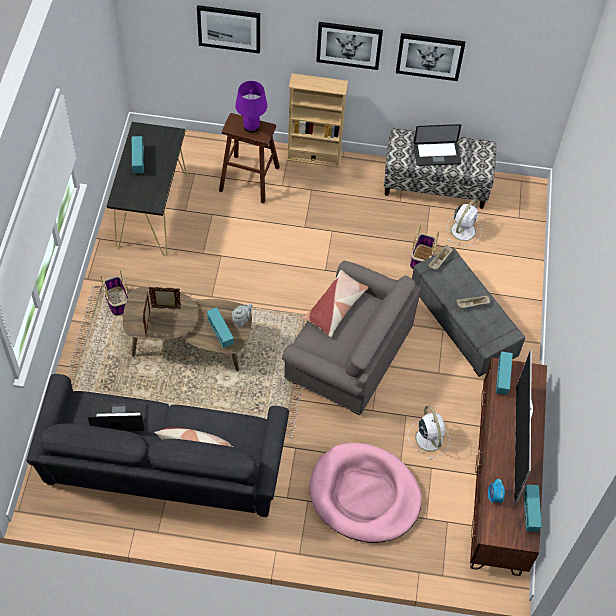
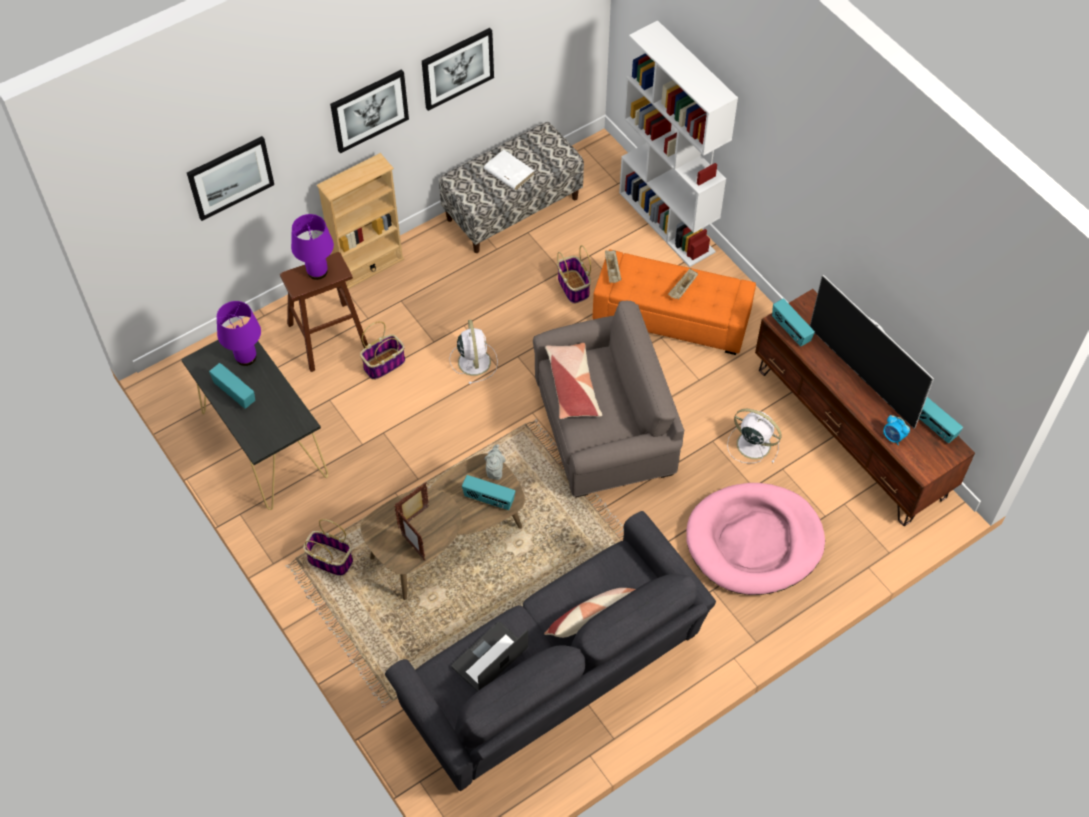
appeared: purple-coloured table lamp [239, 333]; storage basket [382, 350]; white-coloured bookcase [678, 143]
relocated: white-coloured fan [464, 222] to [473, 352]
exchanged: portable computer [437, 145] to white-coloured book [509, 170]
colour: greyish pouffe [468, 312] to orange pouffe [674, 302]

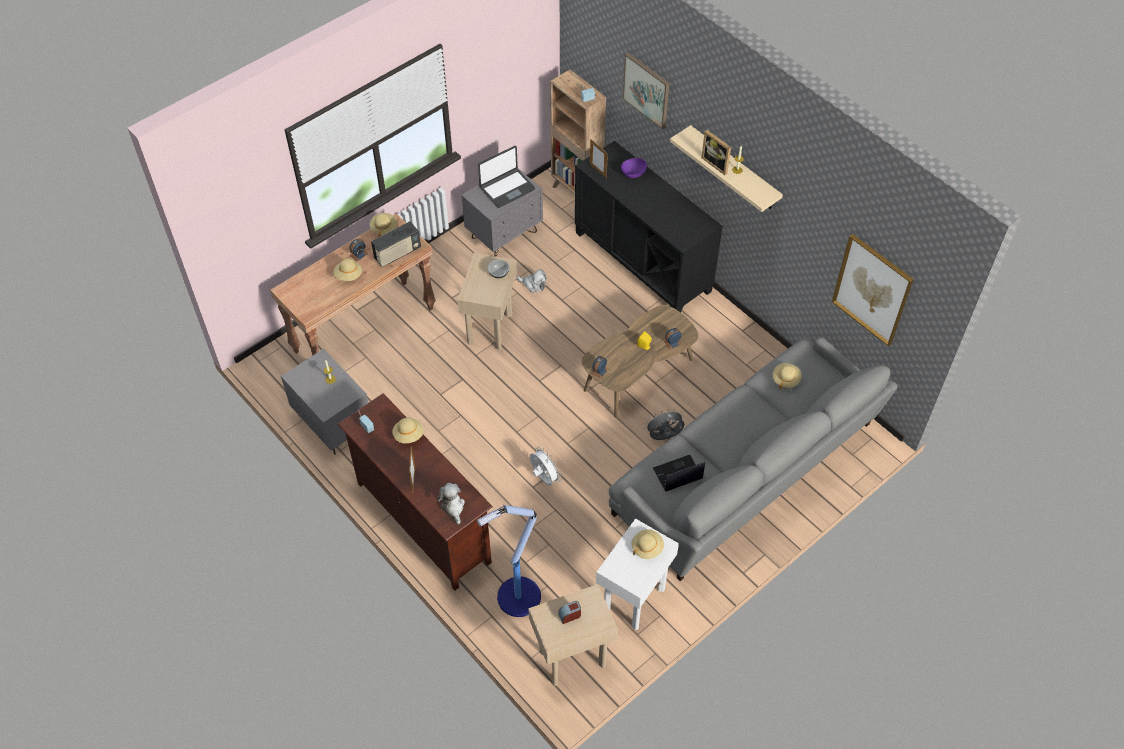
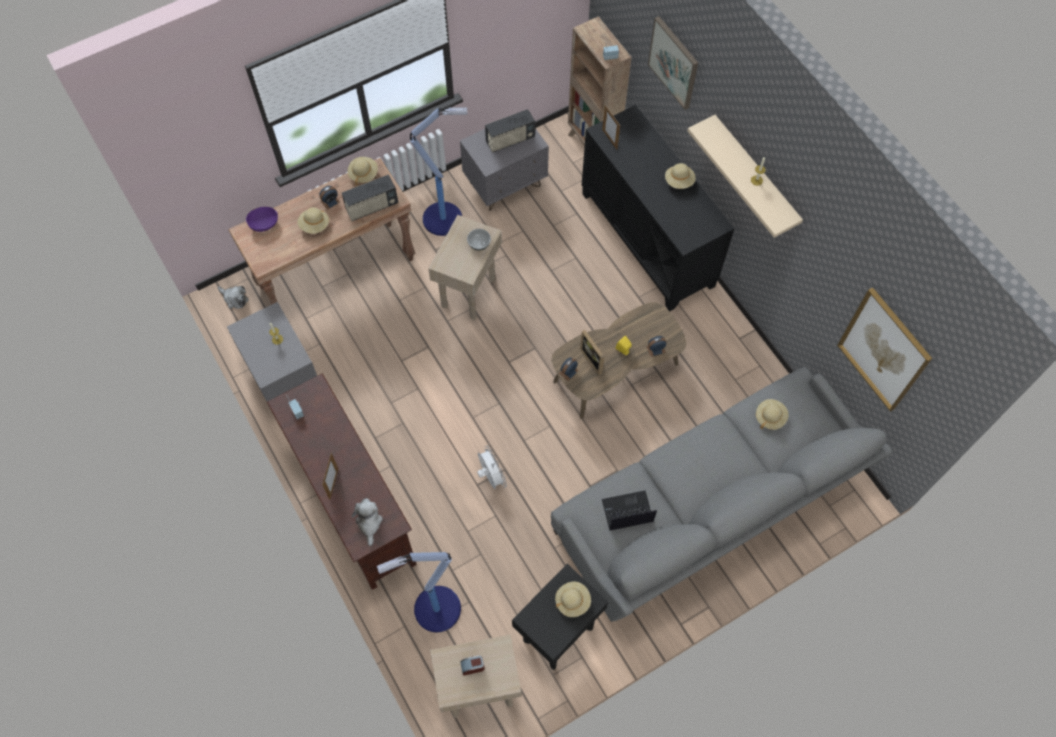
missing: greyish fan [664, 424]
appeared: standing lamp [438, 171]
relocated: beige-coloured hat [408, 430] to [680, 176]; plush toy [531, 281] to [233, 297]; purple-coloured bowl [634, 168] to [262, 219]; photo frame [716, 152] to [592, 352]
exchanged: portable computer [506, 177] to radio receiver [510, 131]
colour: white-coloured accent table [637, 574] to blackish accent table [560, 617]

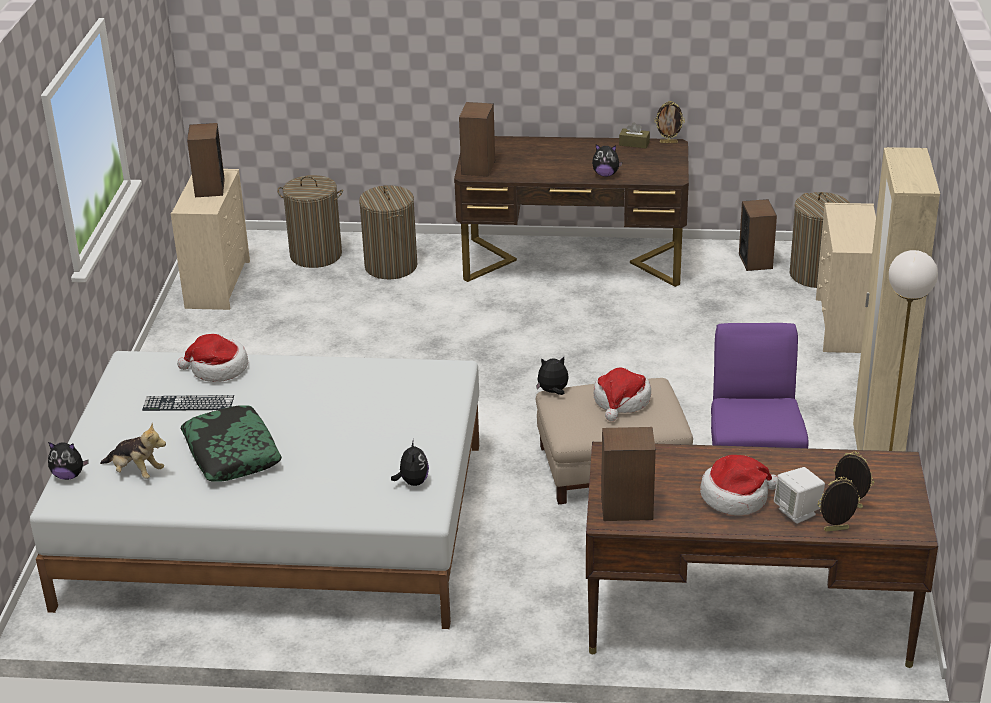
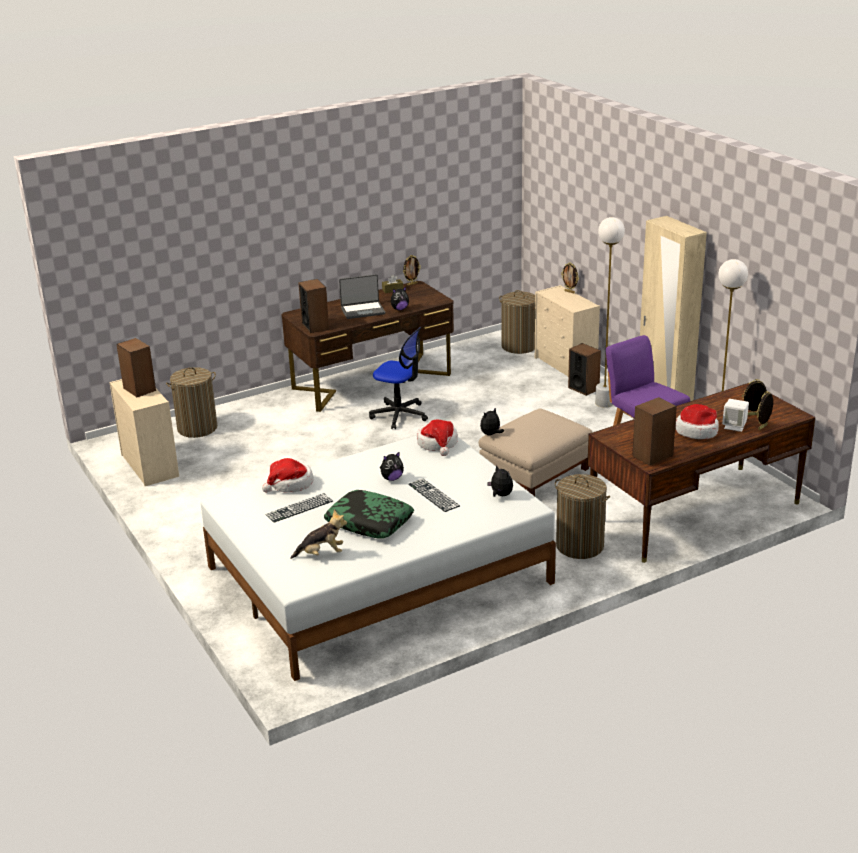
appeared: portable computer [362, 296]; computer chair [398, 378]; keyboard [434, 495]; photo frame [570, 277]; white-coloured standing lamp [610, 312]
relocated: plush toy [68, 461] to [392, 466]; laundry basket [388, 232] to [582, 516]; hat [622, 394] to [437, 437]; speaker [758, 235] to [584, 369]

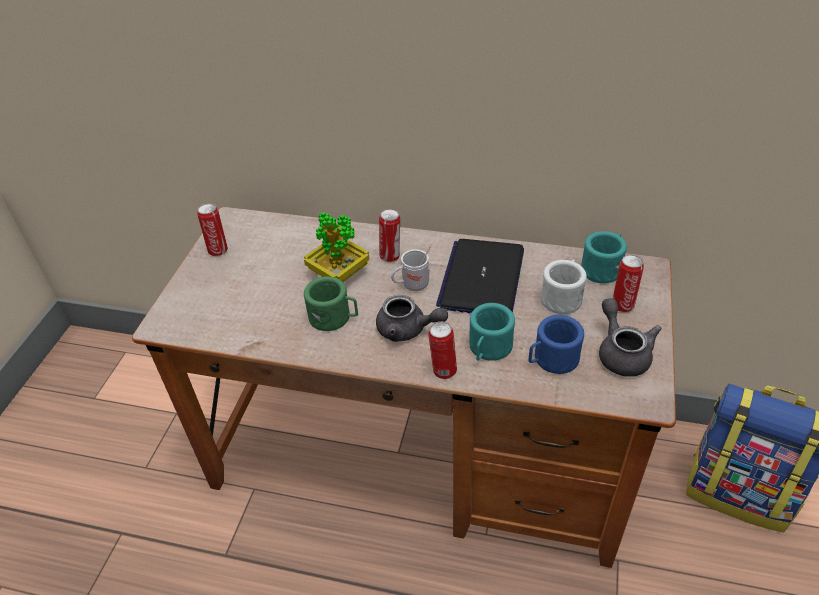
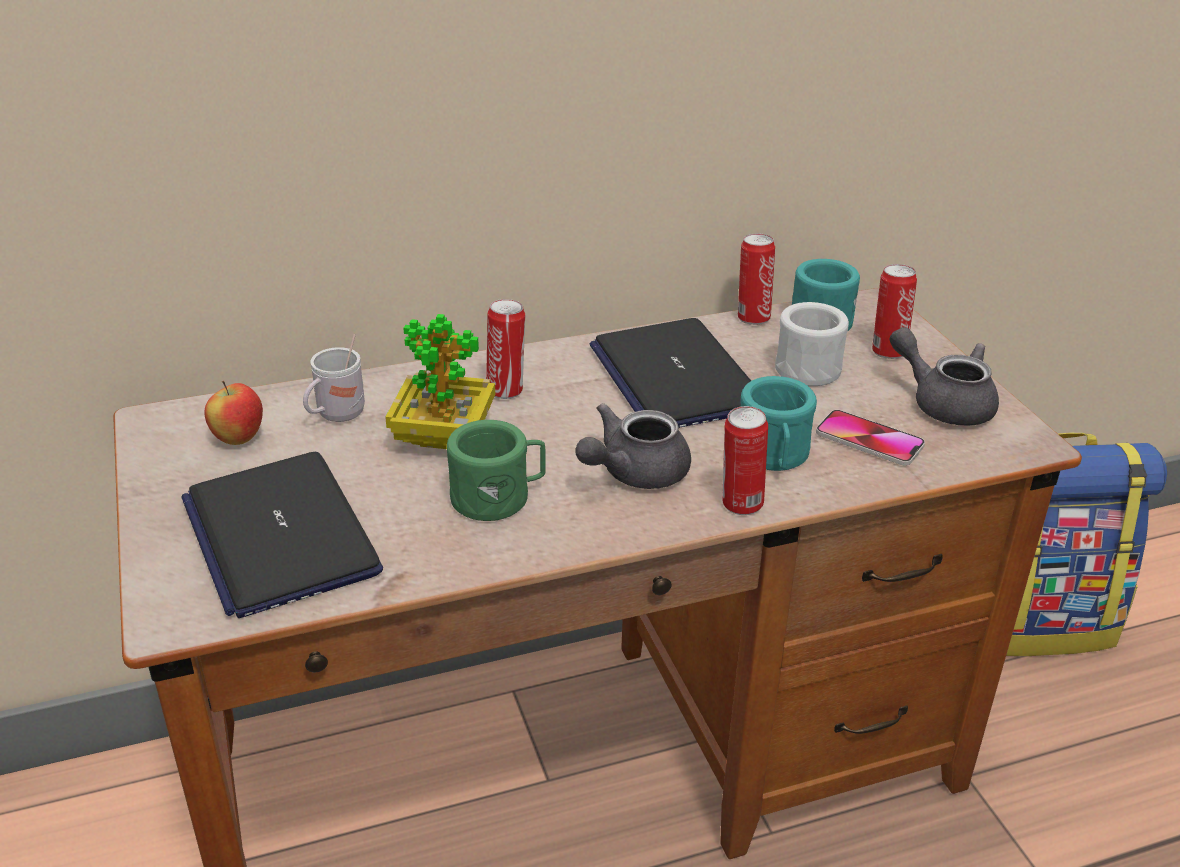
appeared: portable computer [282, 535]; whole apple [233, 413]
relocated: metal can [212, 229] to [756, 279]; white-coloured mug [410, 268] to [334, 378]
exchanged: blue-coloured mug [556, 344] to telephone [870, 438]
spun: greyish pot for tea [412, 318] = [633, 446] 150 degrees clockwise

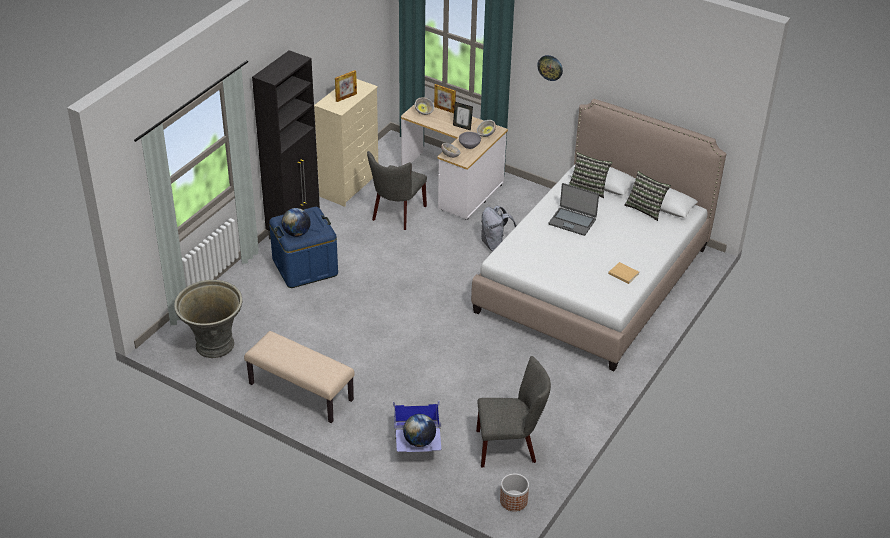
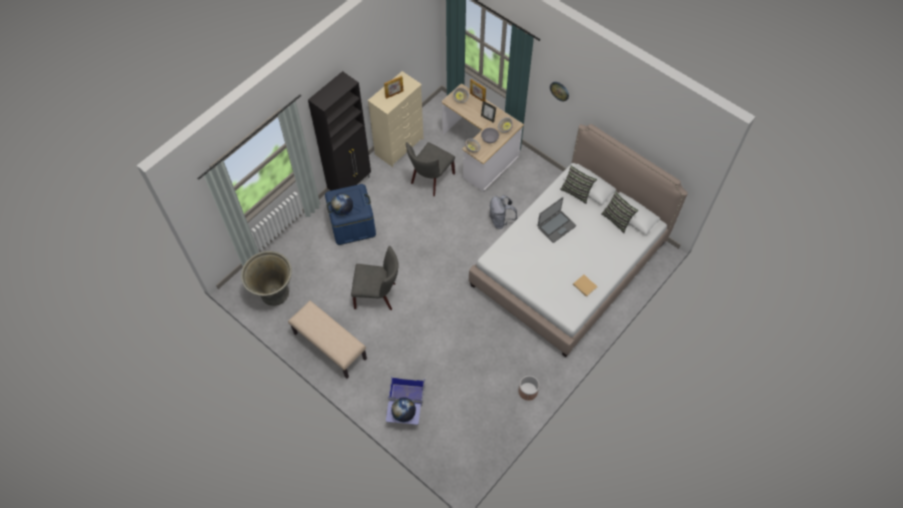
relocated: greyish chair [513, 411] to [375, 278]; plant pot [514, 492] to [529, 388]
spun: portable computer [574, 209] = [557, 220] 75 degrees counterclockwise

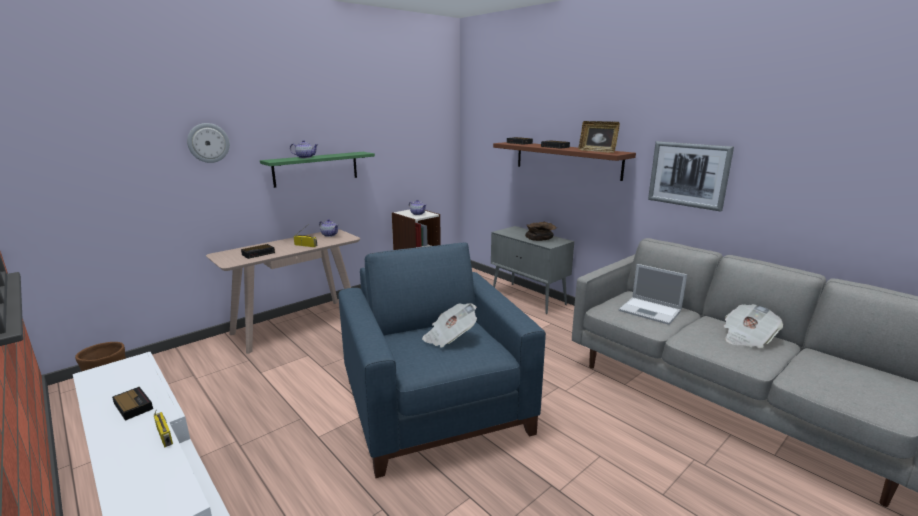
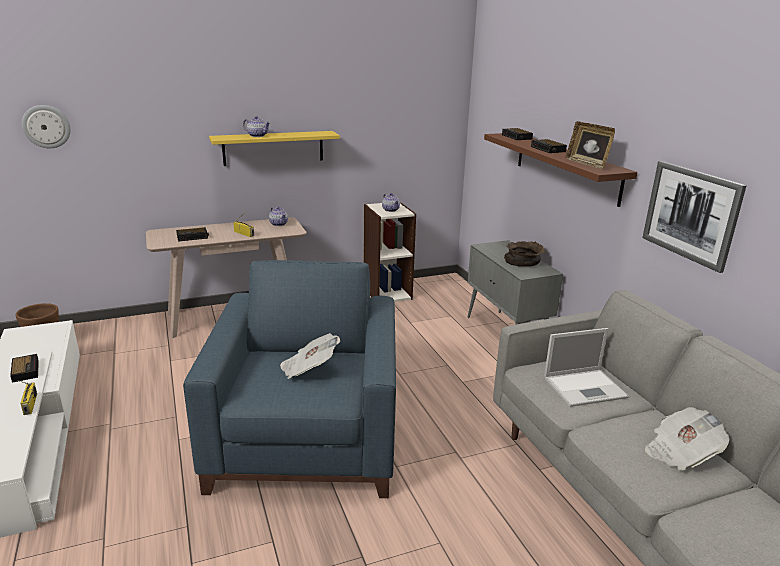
relocated: hanging clock [208, 143] to [46, 126]
colour: green-coloured wall shelf [317, 170] to yellow wall shelf [274, 148]
spun: portable computer [653, 294] = [586, 367] 75 degrees counterclockwise

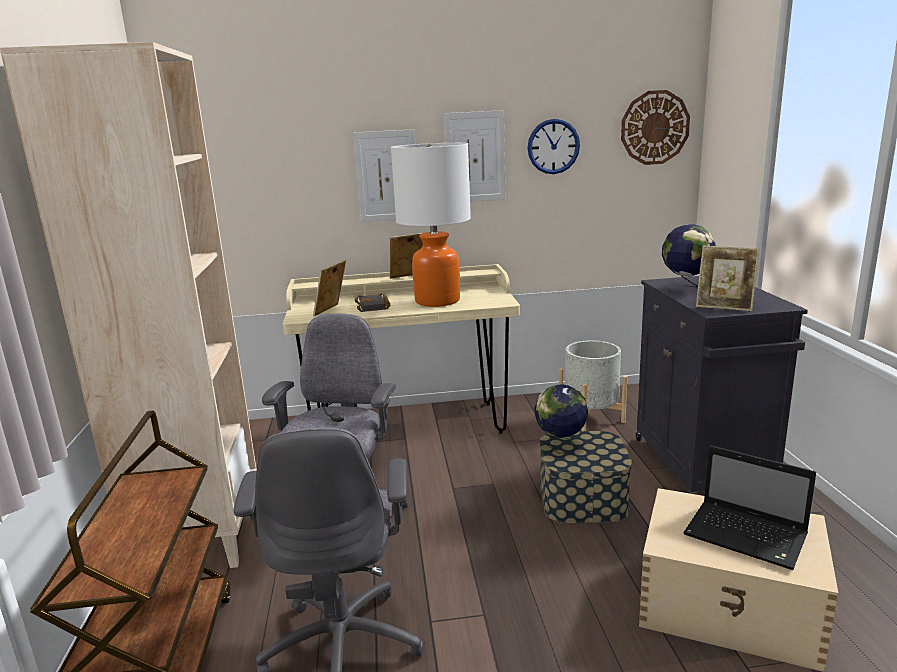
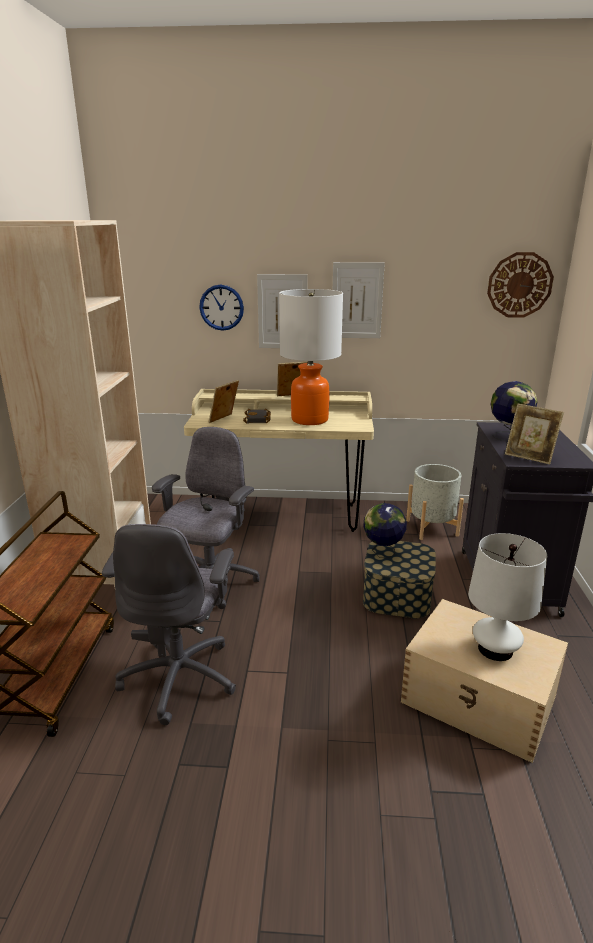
relocated: hanging clock [553, 146] to [221, 308]
exchanged: portable computer [749, 508] to white-coloured table lamp [507, 597]

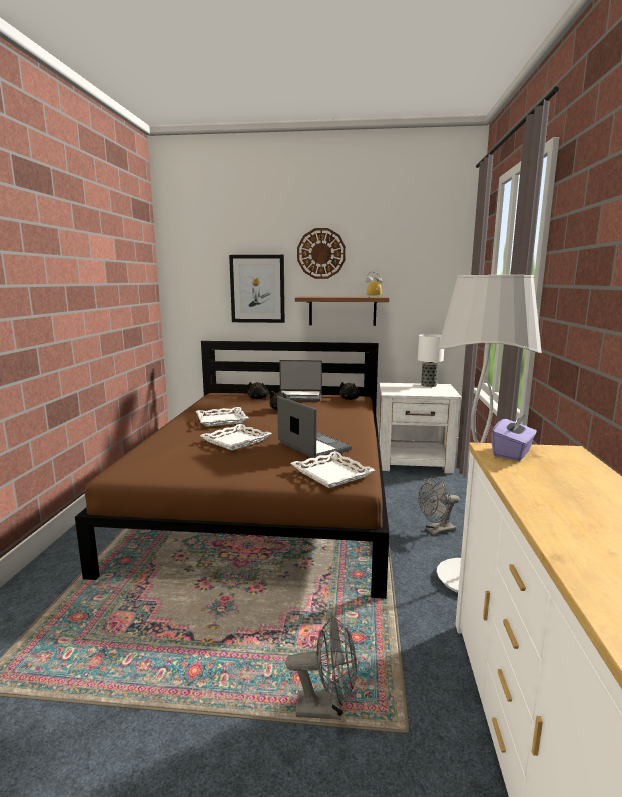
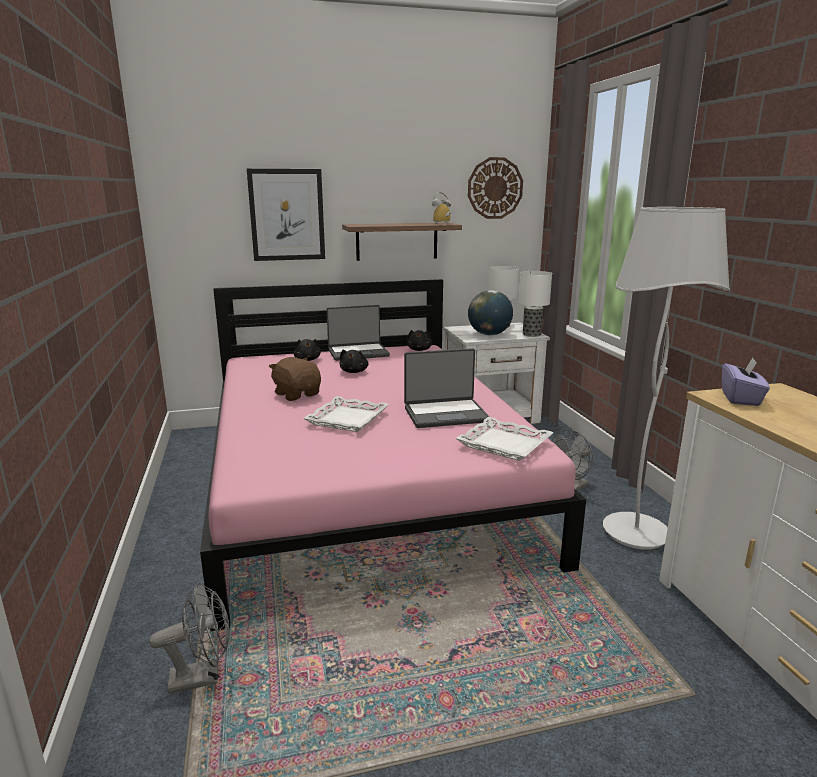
appeared: globe [490, 312]; table lamp [535, 304]
relocated: greyish fan [321, 667] to [189, 638]; hanging clock [321, 253] to [495, 188]
exchanged: white-coloured carrying tray [222, 417] to brown-coloured plush toy [295, 379]
colour: brown-coloured sleeping bed [232, 470] to pink-coloured sleeping bed [393, 455]
spun: portable computer [314, 427] = [447, 388] 135 degrees clockwise

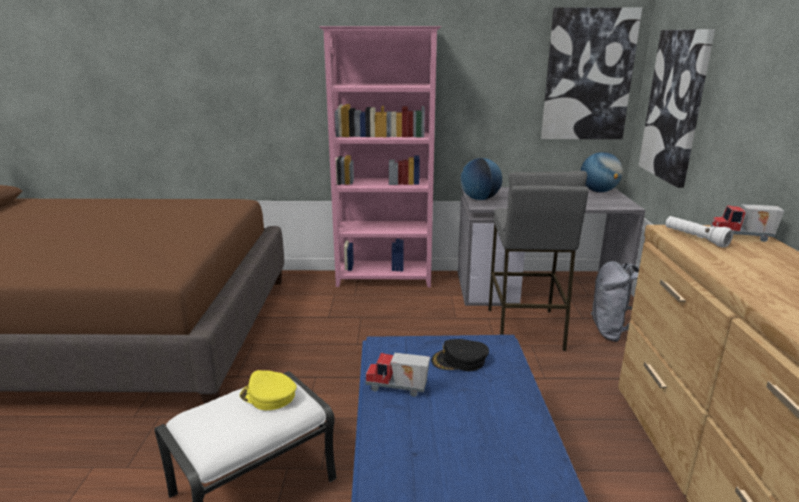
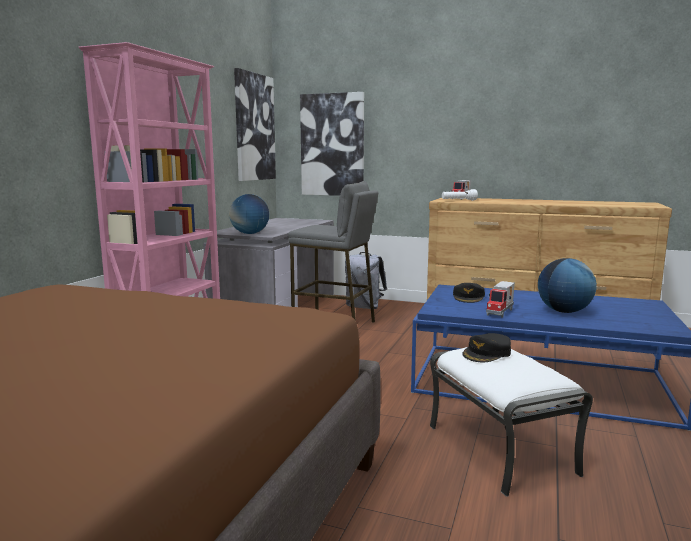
relocated: globe [601, 172] to [567, 285]
colour: yellow baseball cap [268, 390] to blackish baseball cap [486, 347]

